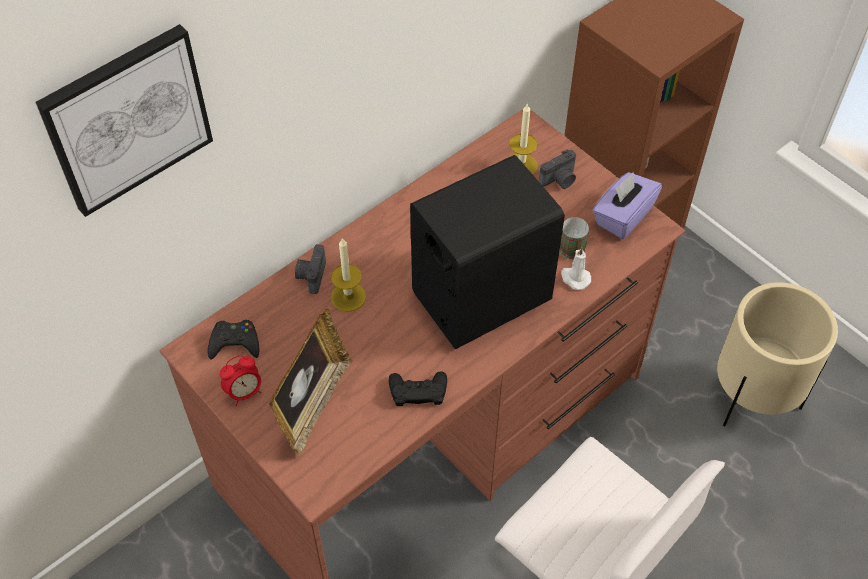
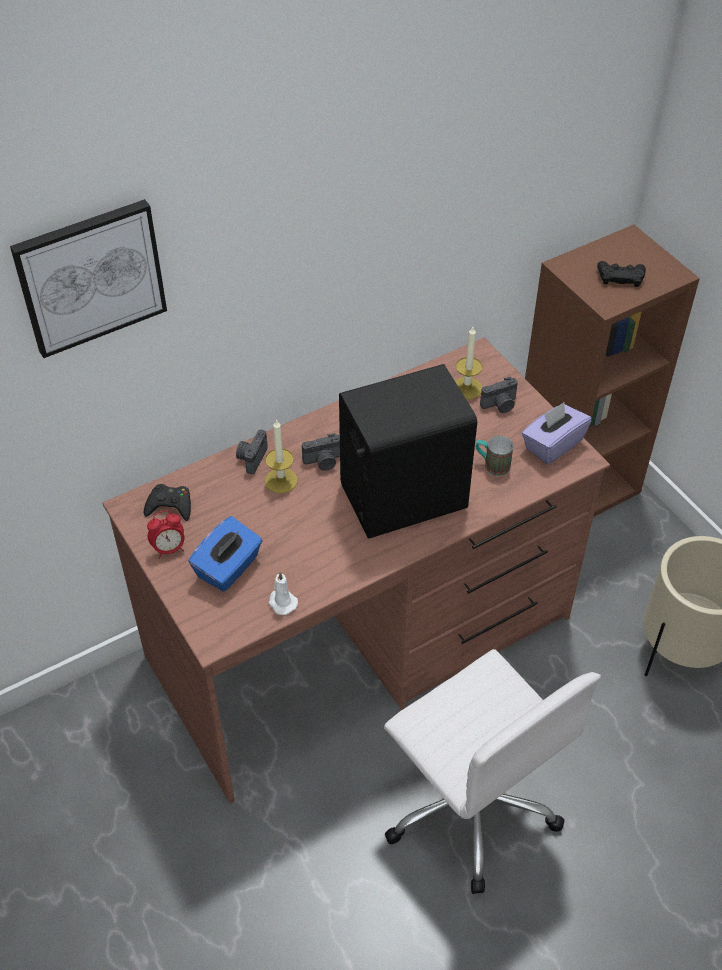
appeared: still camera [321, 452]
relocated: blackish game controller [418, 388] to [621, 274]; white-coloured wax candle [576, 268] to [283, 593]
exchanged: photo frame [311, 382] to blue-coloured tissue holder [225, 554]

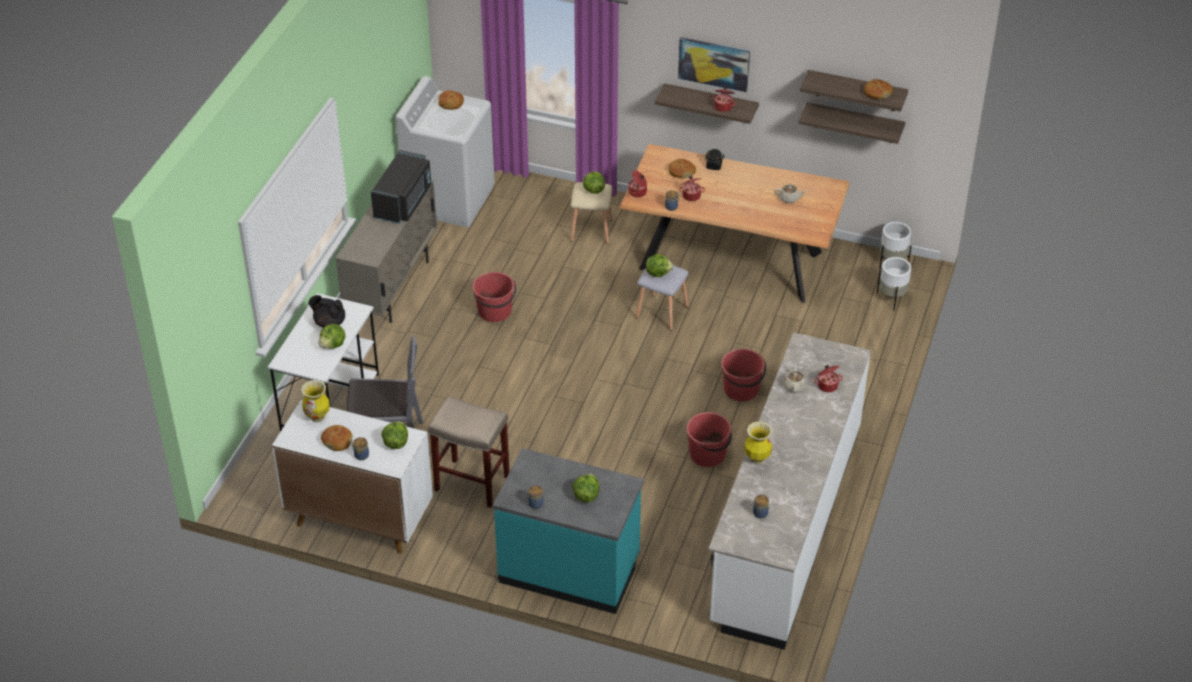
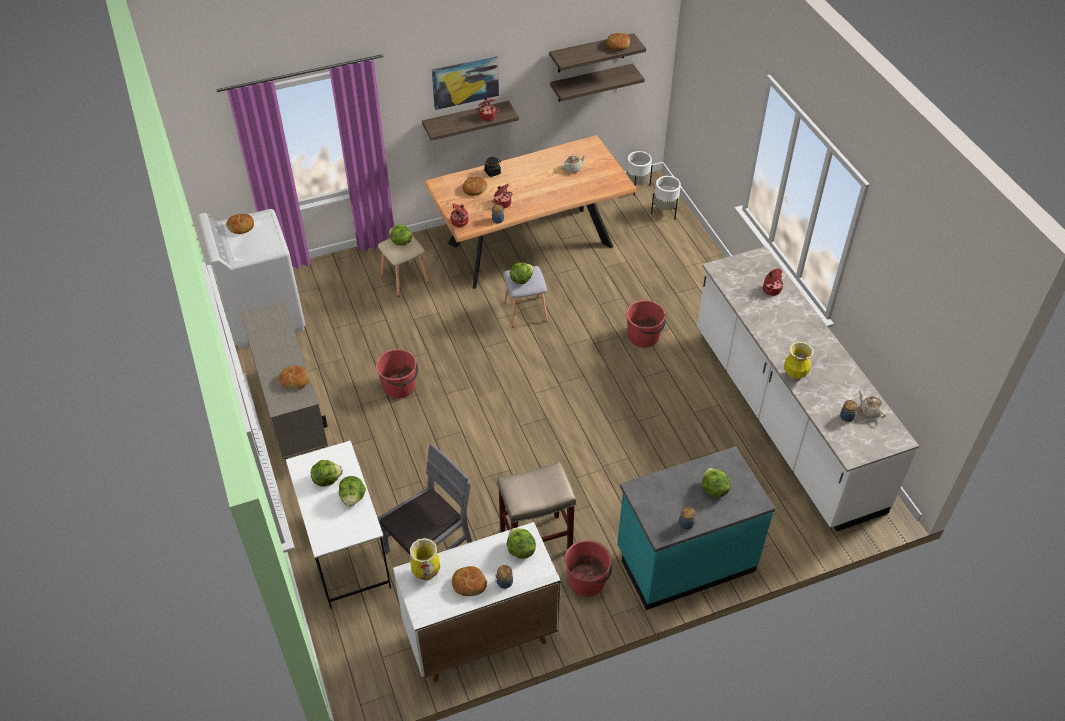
missing: blackish microwave oven [401, 187]
appeared: bakery bread [294, 378]
relocated: reddish bucket [709, 439] to [588, 568]; beige-coloured pot for tea [794, 378] to [872, 404]
exchanged: blackish pot for tea [326, 311] to lettuce [327, 473]

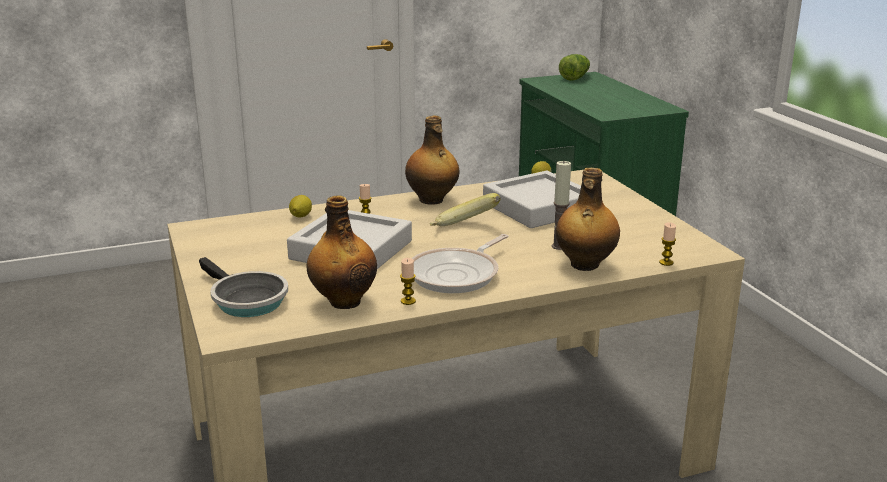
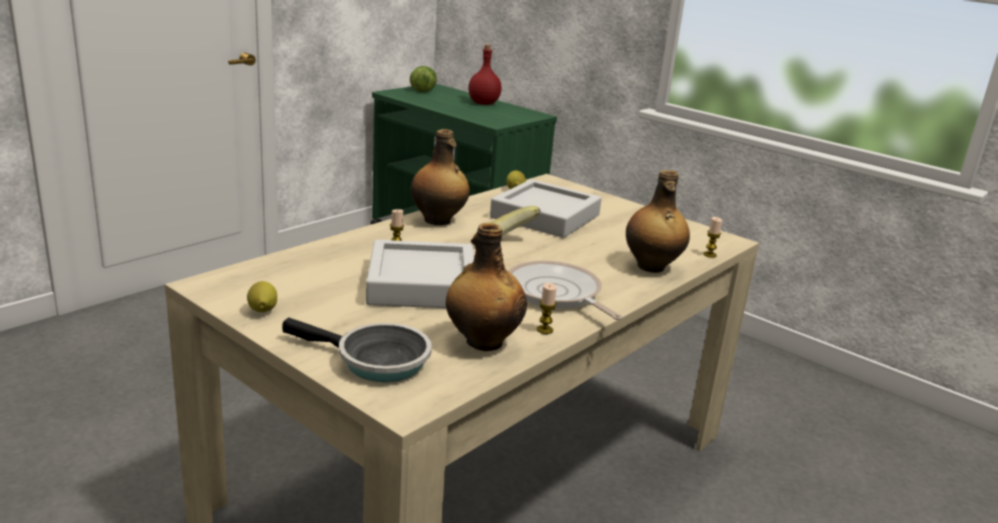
missing: wax candle [561, 205]
appeared: reddish bottle [485, 74]
relocated: lemon [300, 206] to [262, 296]
spun: skillet [460, 263] = [565, 290] 135 degrees clockwise

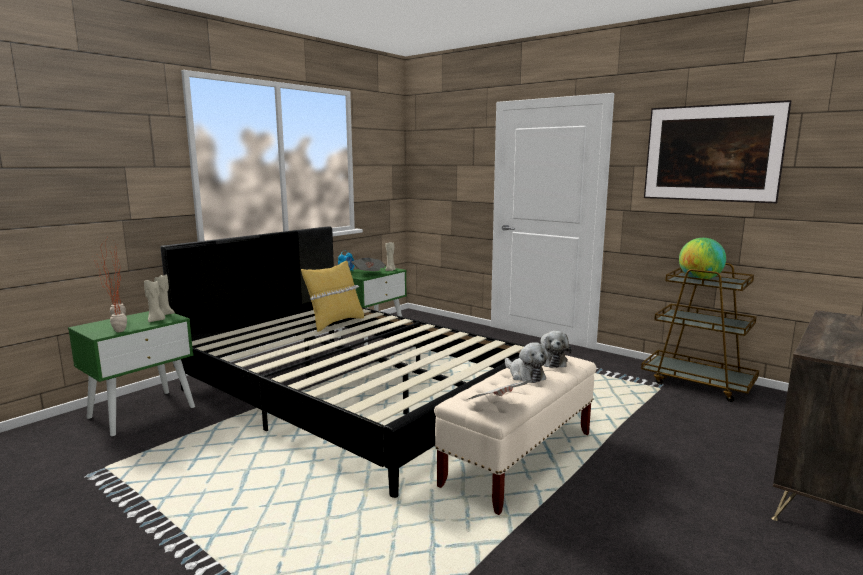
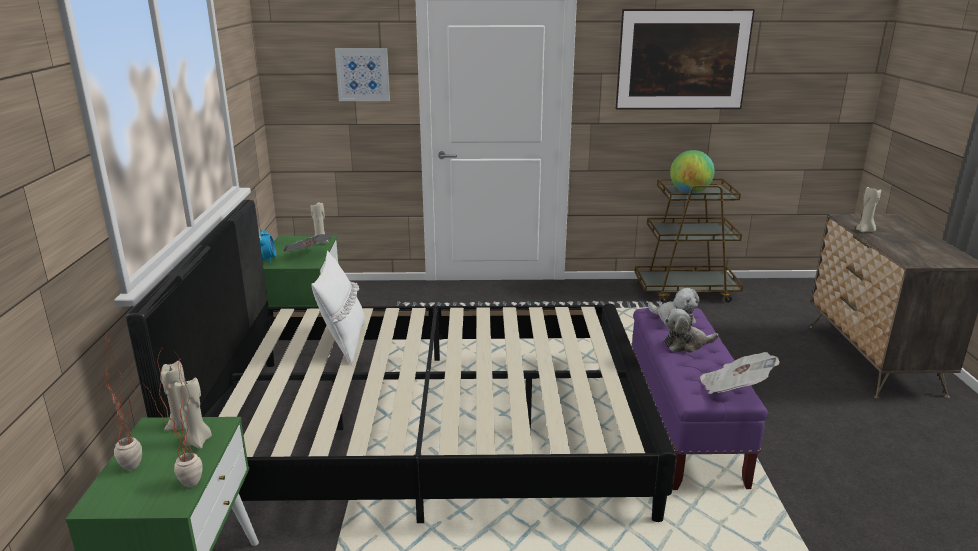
appeared: wall art [362, 74]; beige-coloured wax candle [868, 209]
colour: yellow cushion [332, 296] to white-coloured cushion [338, 308]; beige-coloured bench [515, 435] to purple-coloured bench [700, 399]
spun: plush toy [526, 362] = [691, 330] 150 degrees clockwise

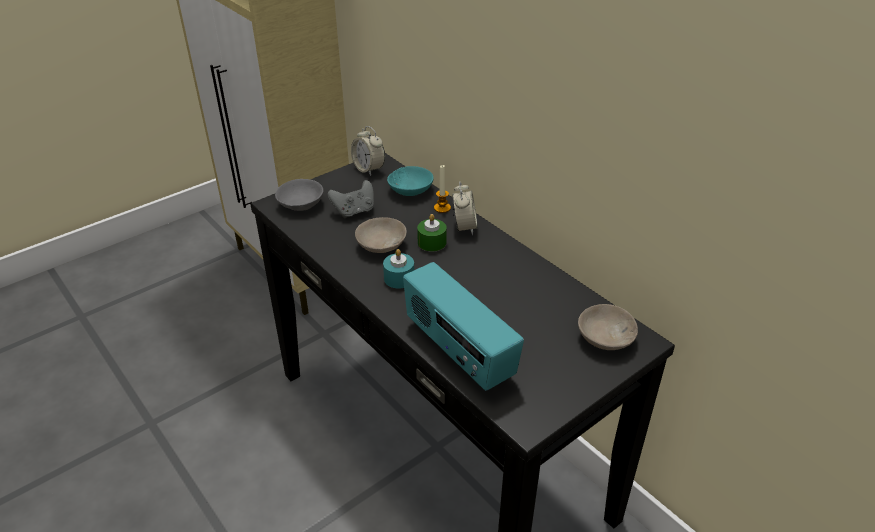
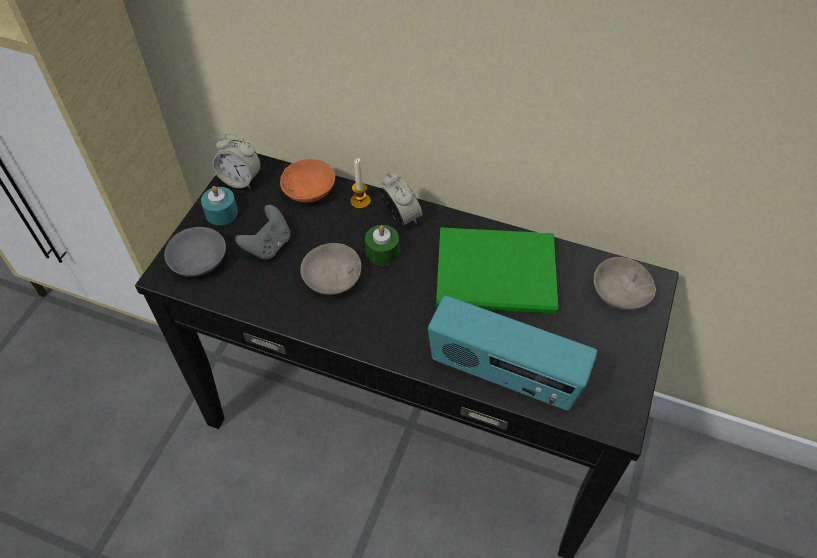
appeared: green-coloured book [497, 270]
relocated: blue-green wax candle [398, 268] to [219, 205]
colour: blue-green bowl [410, 181] to orange bowl [307, 181]

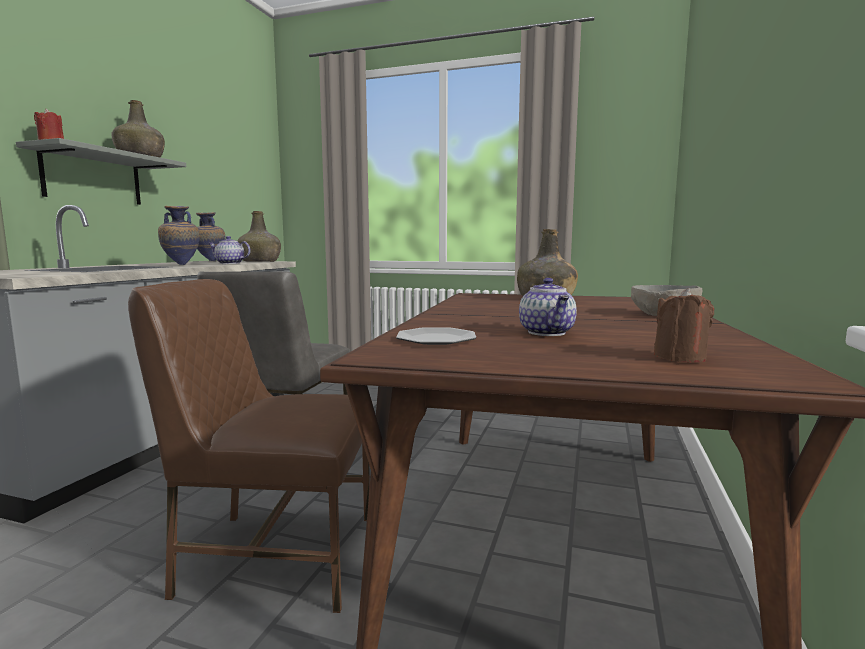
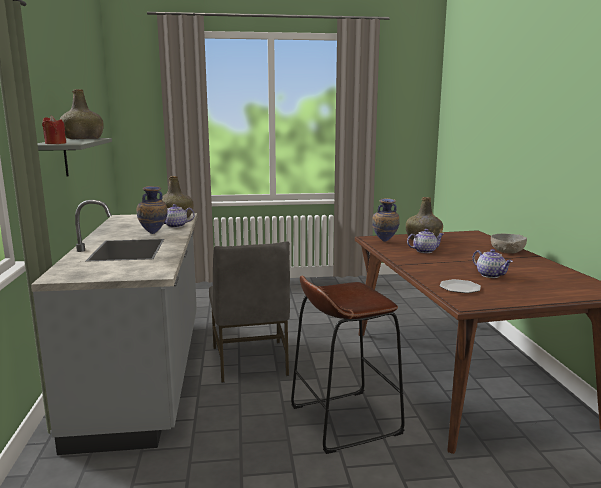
missing: brown-coloured wax candle [684, 325]
appeared: pot for tea [425, 241]
relocated: decorative vase [211, 236] to [386, 220]
exchanged: brown-coloured chair [250, 446] to brown-coloured stool [348, 365]

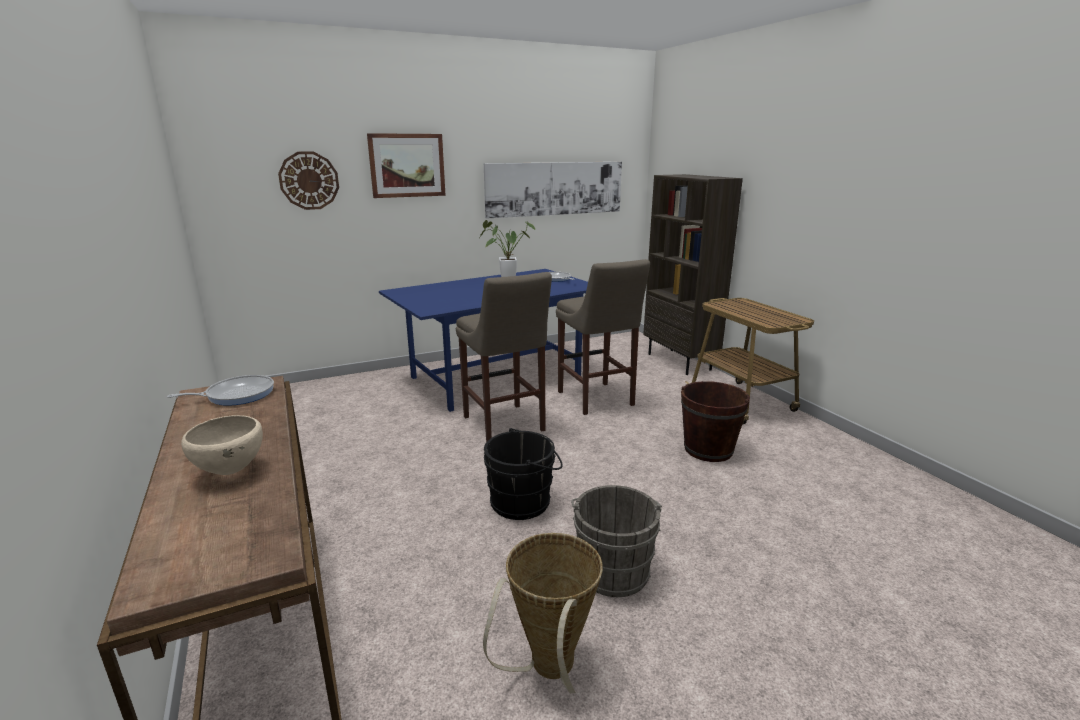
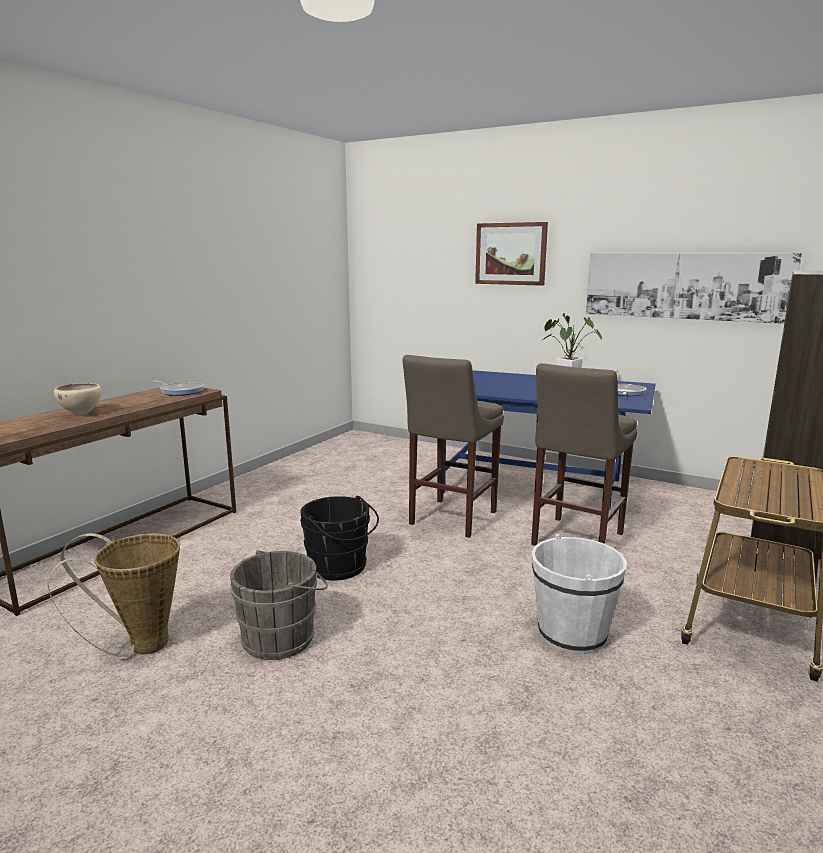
missing: hanging clock [308, 181]
colour: brown-coloured bucket [715, 421] to white-coloured bucket [579, 594]

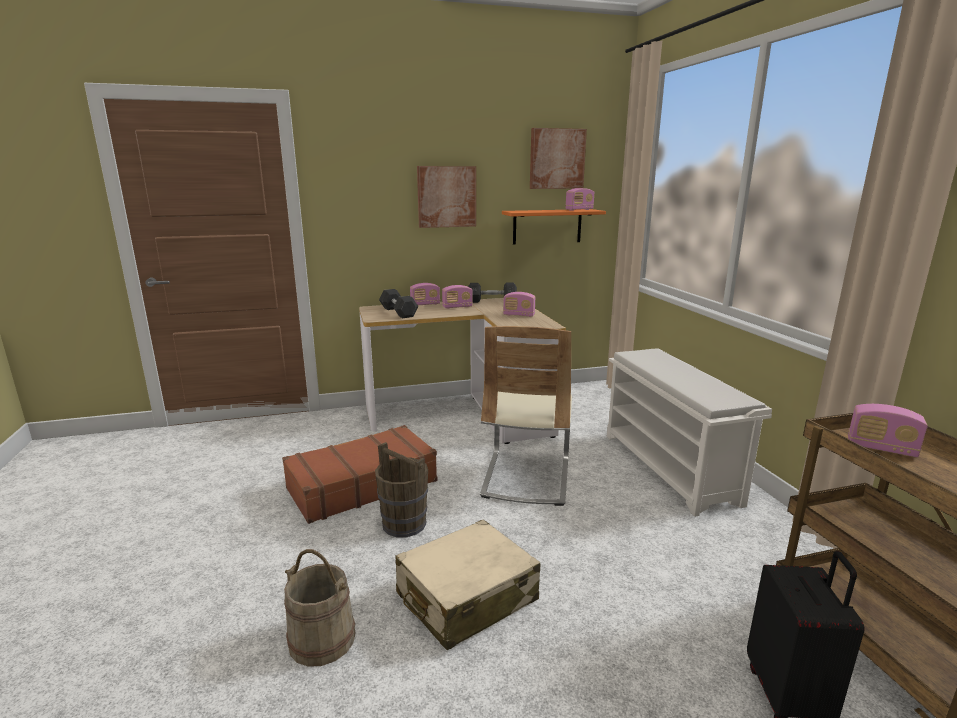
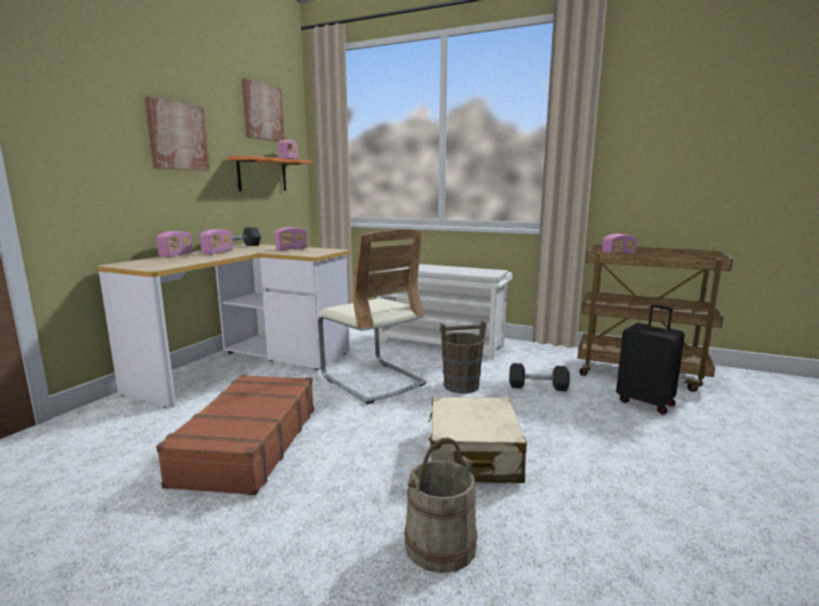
relocated: brown-coloured bucket [401, 489] to [463, 357]; greyish dumbbell [398, 303] to [539, 377]

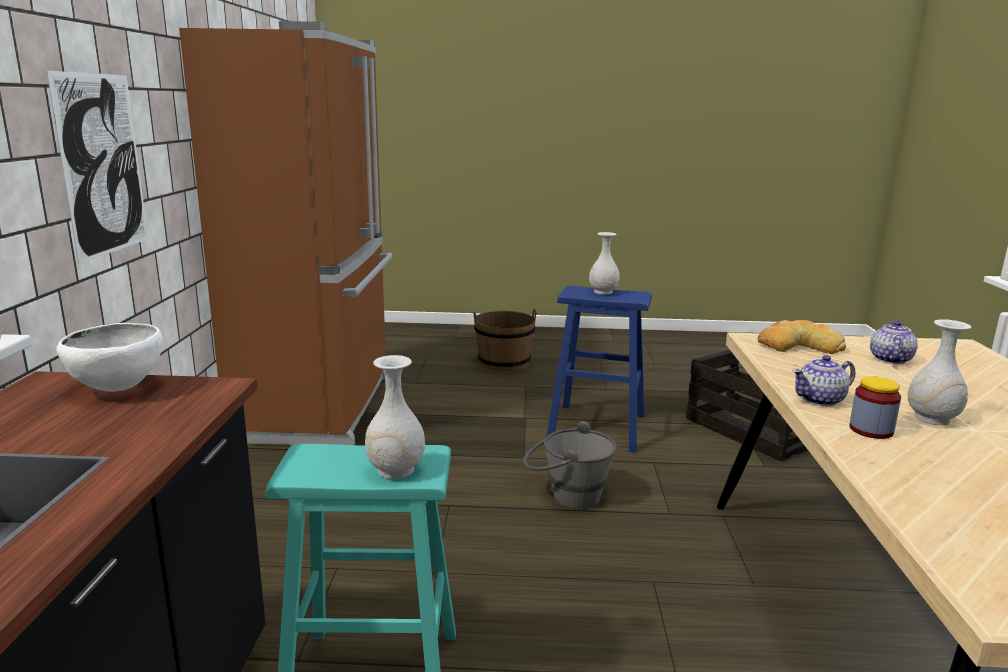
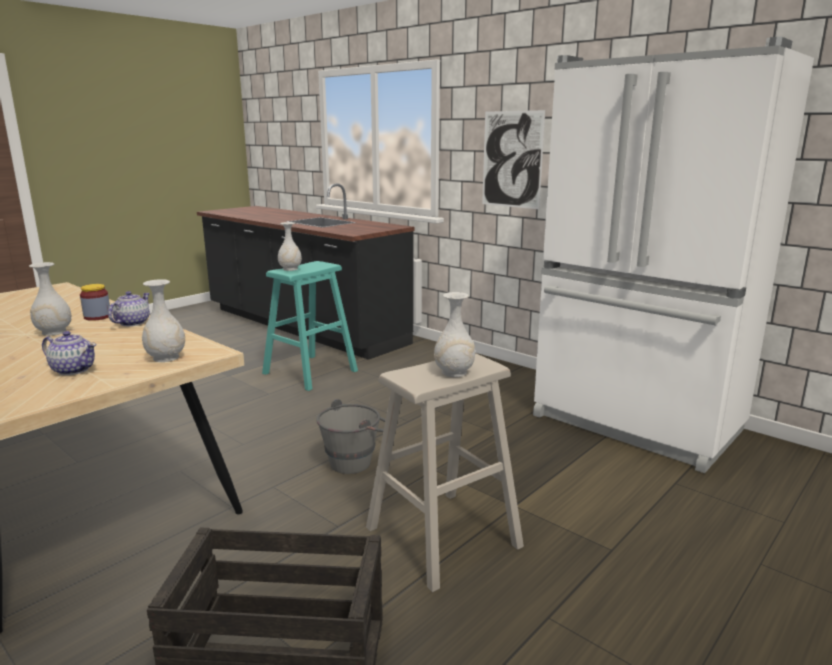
missing: white-coloured bowl [109, 357]; brown-coloured bucket [505, 339]
exchanged: bakery bread [802, 337] to white-coloured decorative vase [163, 320]
colour: brown-coloured refrigerator [286, 233] to white-coloured refrigerator [673, 255]; blue-coloured stool [599, 369] to beige-coloured stool [445, 472]
spun: pot for tea [894, 342] = [69, 353] 45 degrees counterclockwise

